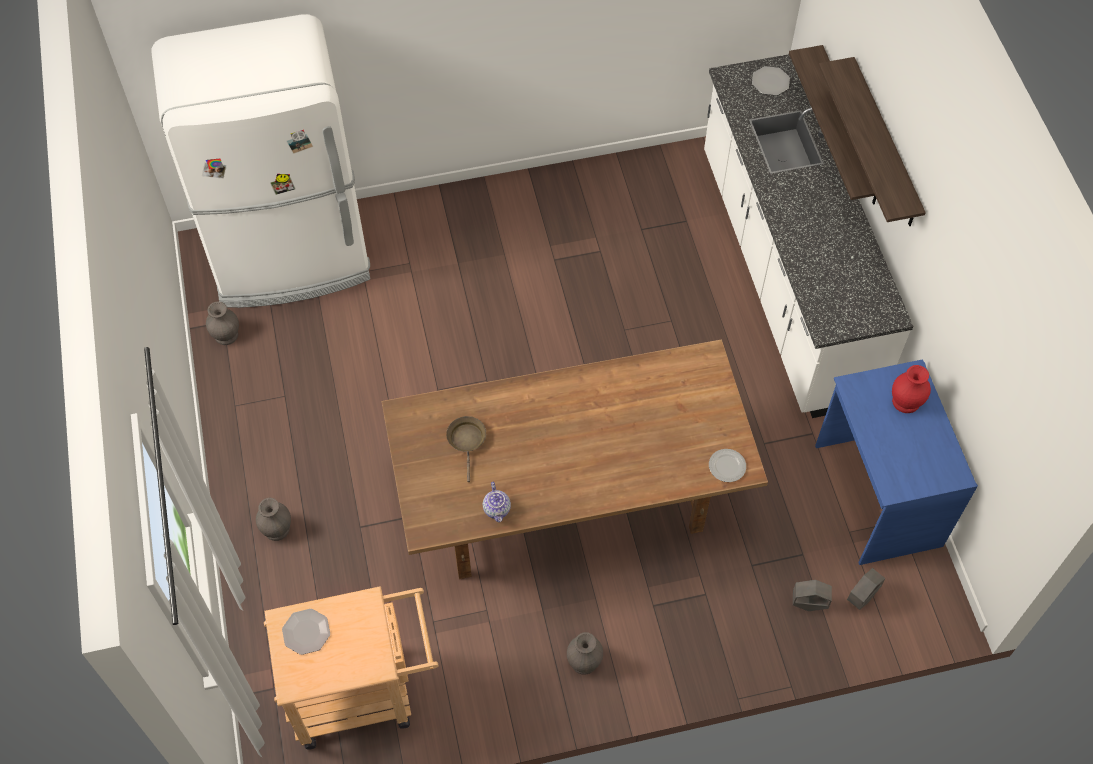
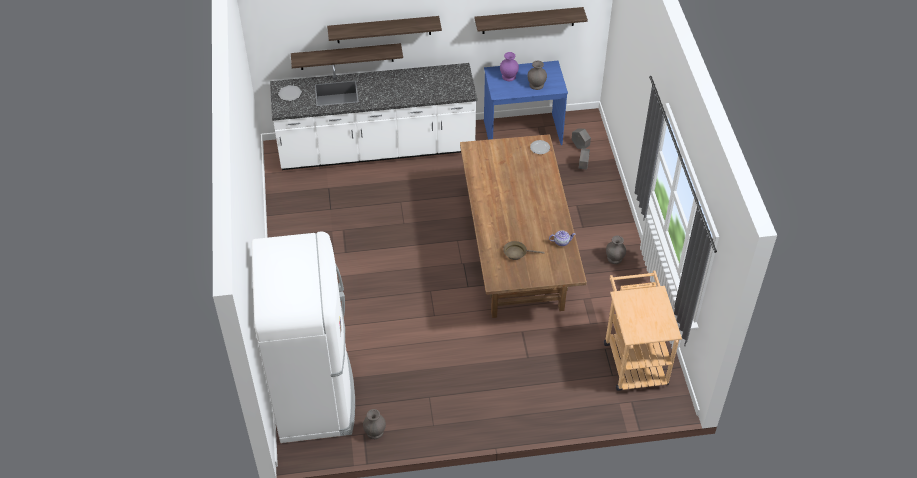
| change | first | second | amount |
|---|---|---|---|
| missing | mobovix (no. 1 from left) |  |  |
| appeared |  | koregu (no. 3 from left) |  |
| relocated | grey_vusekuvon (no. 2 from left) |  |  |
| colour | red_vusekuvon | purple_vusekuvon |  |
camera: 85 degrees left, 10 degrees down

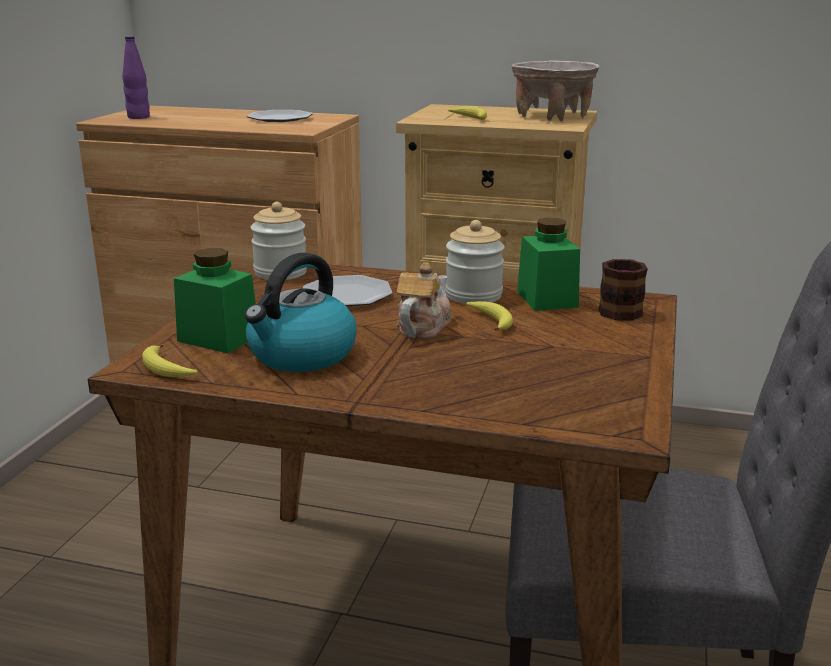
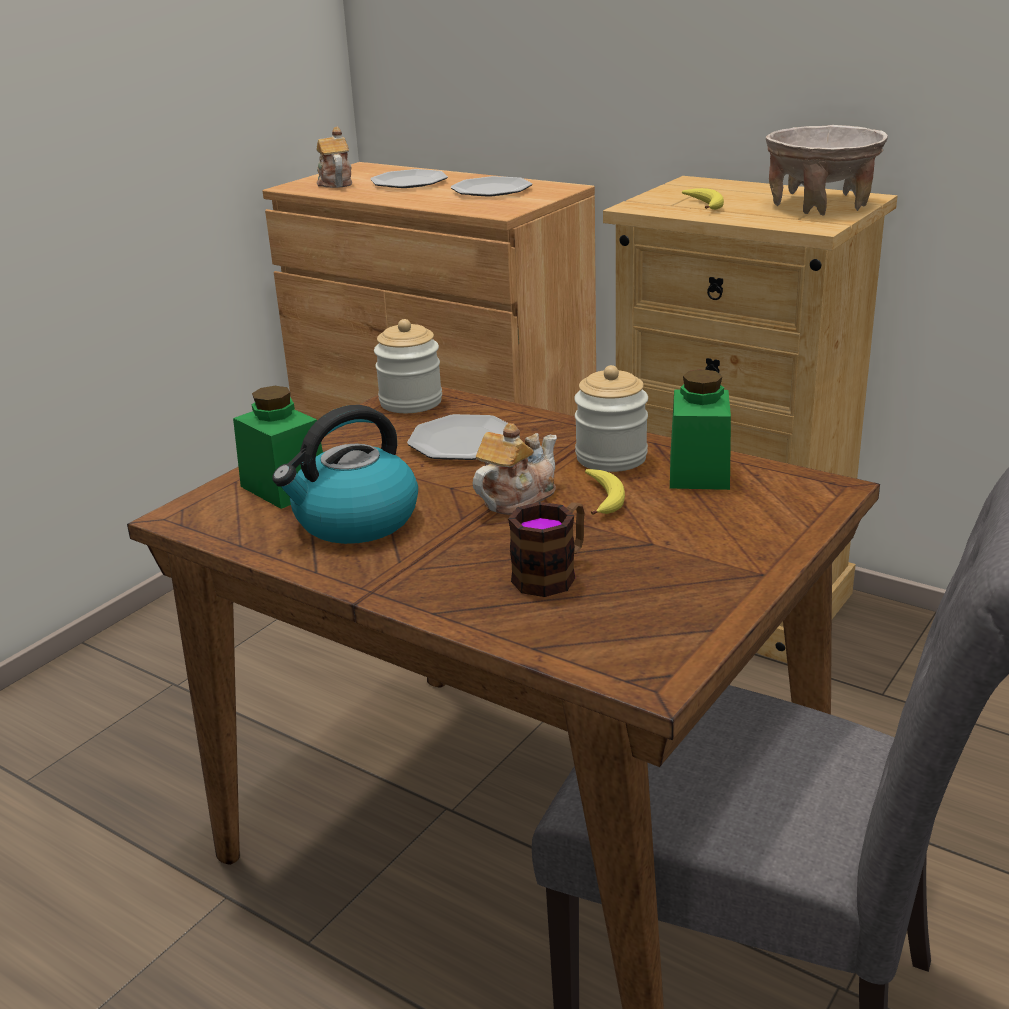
| change | first | second | amount |
|---|---|---|---|
| missing | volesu (no. 1 from left) |  |  |
| appeared |  | mobovix (no. 1 from left) |  |
| relocated | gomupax |  |  |
| exchanged | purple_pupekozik | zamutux (no. 1 from left) |  |
camera: 20 degrees right, 5 degrees up

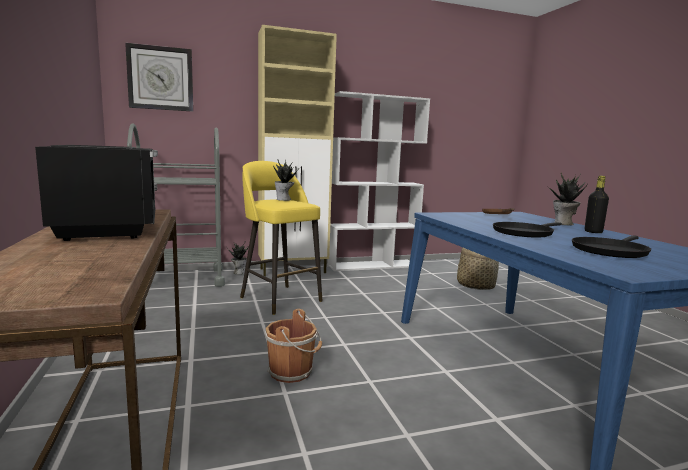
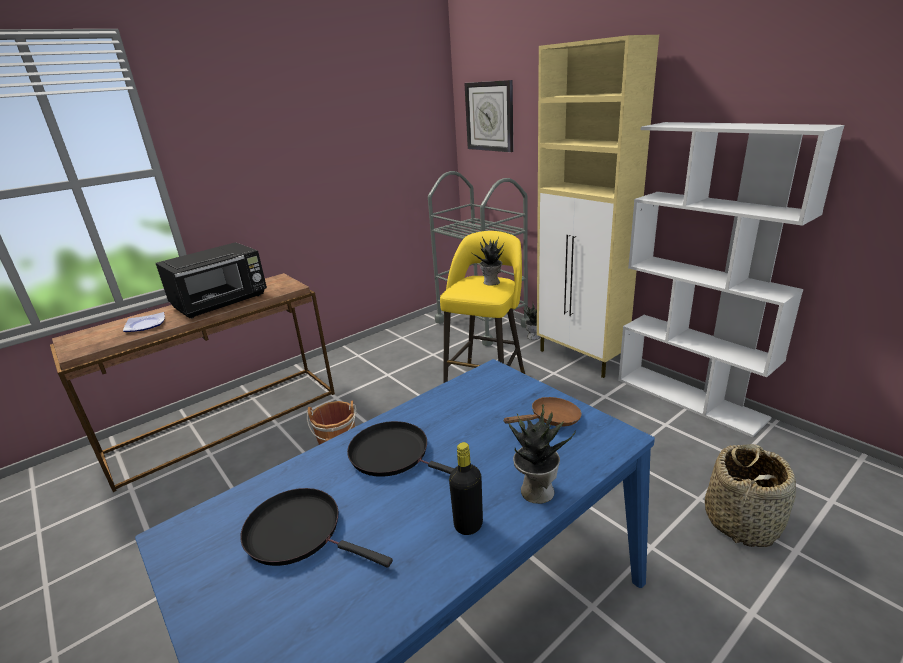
| change | first | second | amount |
|---|---|---|---|
| appeared |  | mobovix |  |
camera: 70 degrees right, 15 degrees up

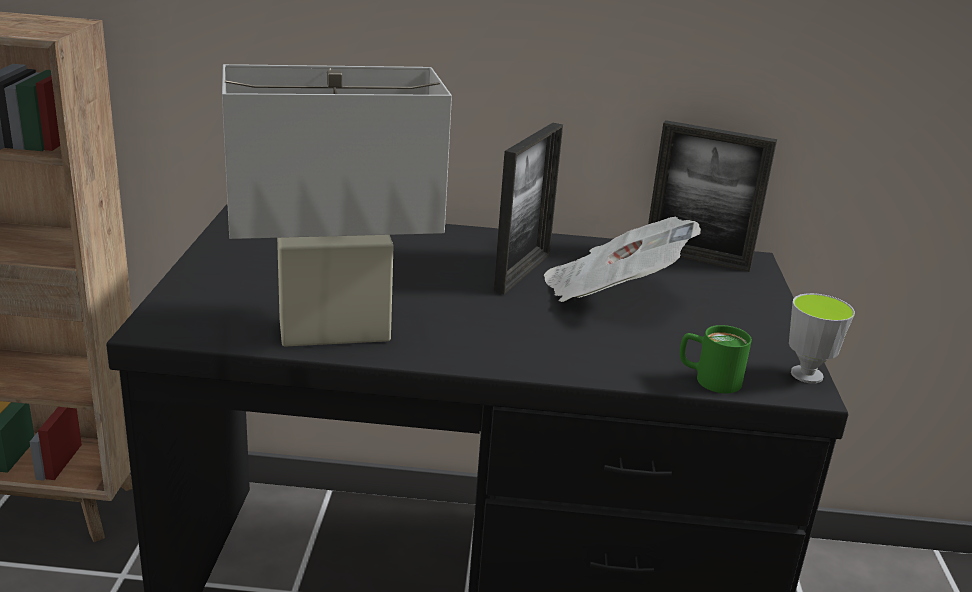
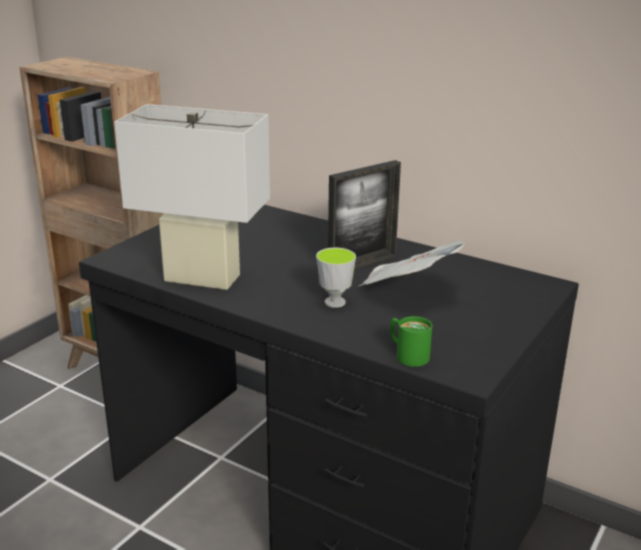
| change | first | second | amount |
|---|---|---|---|
| missing | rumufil (no. 2 from left) |  |  |
| relocated | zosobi |  |  |
camera: 30 degrees right, 0 degrees up

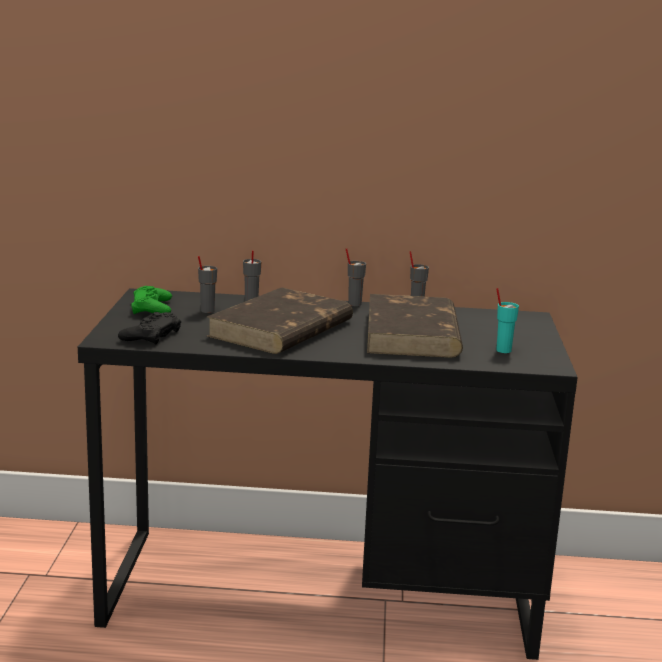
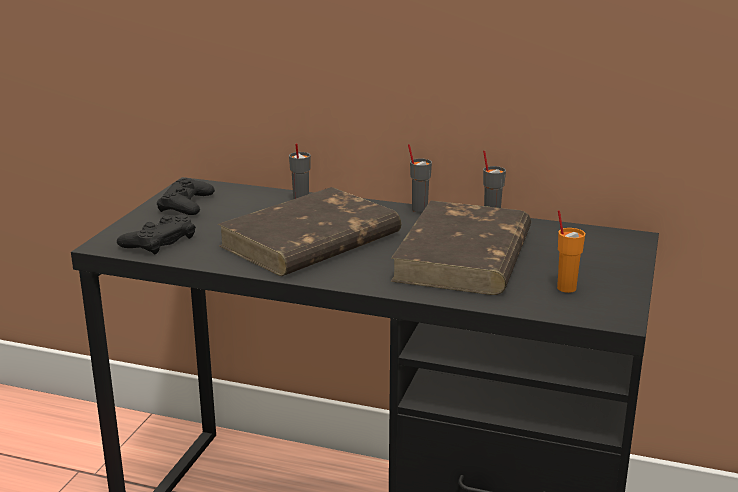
| change | first | second | amount |
|---|---|---|---|
| missing | grey_zosobi (no. 1 from left) |  |  |
| colour | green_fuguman | black_fuguman (no. 2 from left) |  |
| colour | turquoise_zosobi | orange_zosobi |  |
camera: 15 degrees right, 5 degrees up

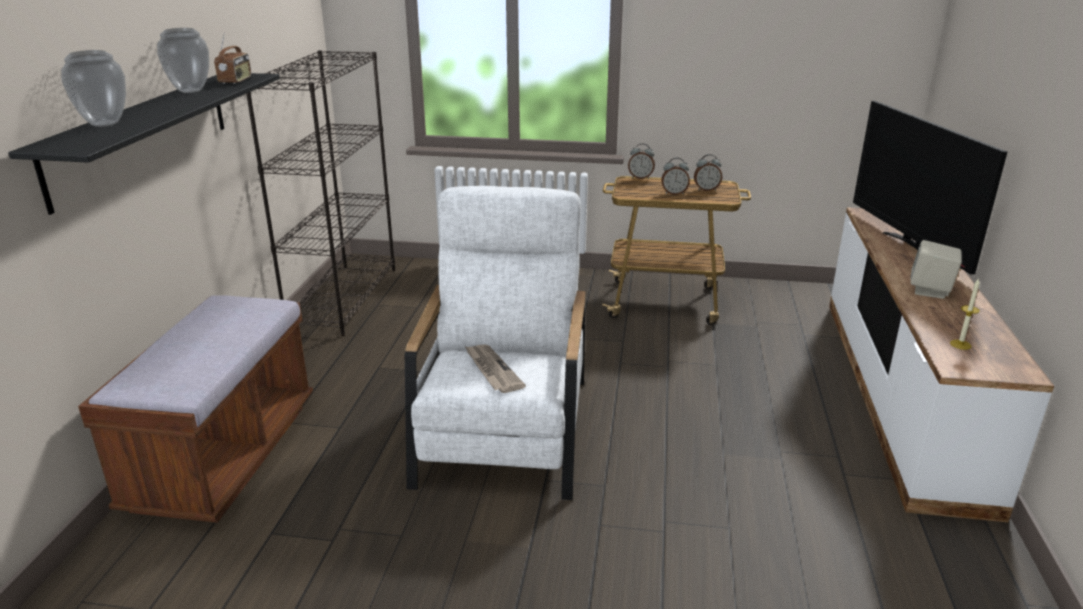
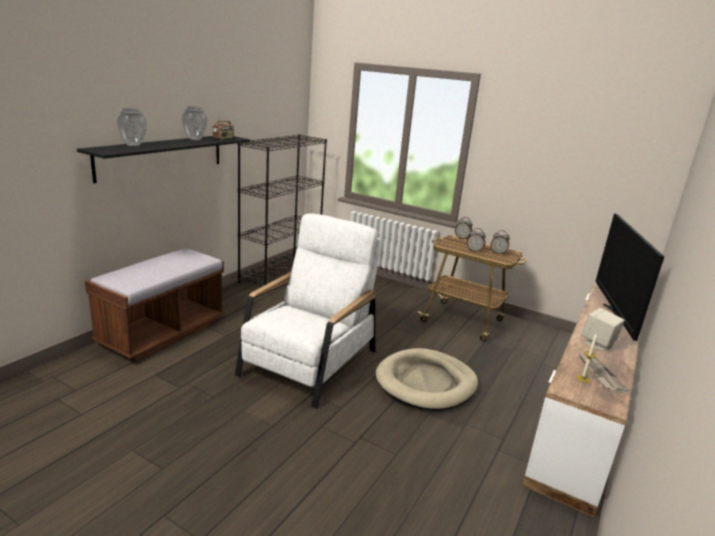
| change | first | second | amount |
|---|---|---|---|
| appeared |  | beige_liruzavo |  |
| relocated | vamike |  |  |
camera: 20 degrees right, 5 degrees down

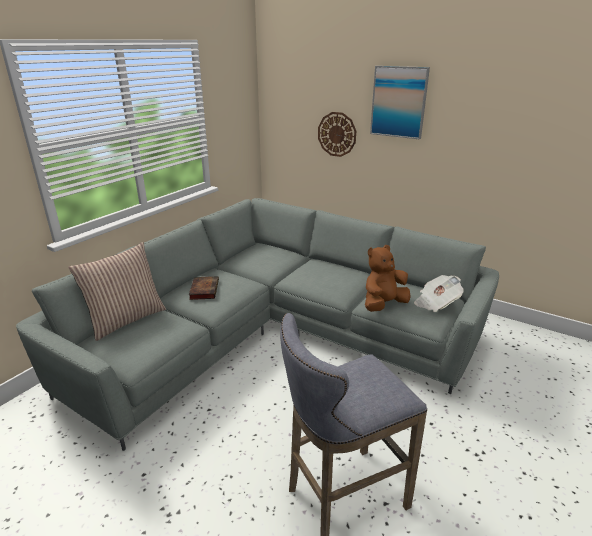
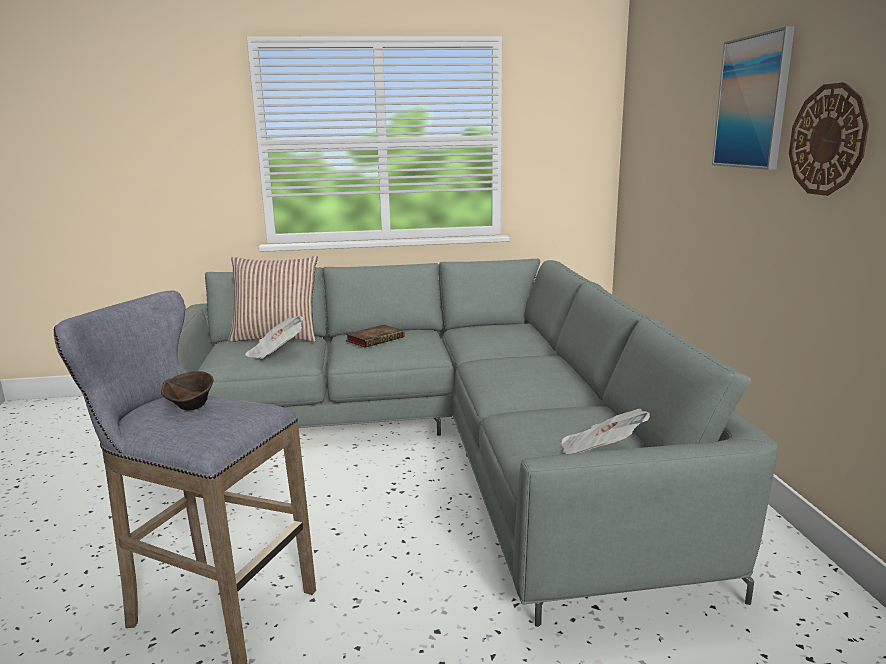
| change | first | second | amount |
|---|---|---|---|
| missing | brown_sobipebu |  |  |
| appeared |  | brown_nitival |  |
| appeared |  | vamike (no. 1 from left) |  |
| relocated | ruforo |  |  |
camera: 50 degrees right, 10 degrees down

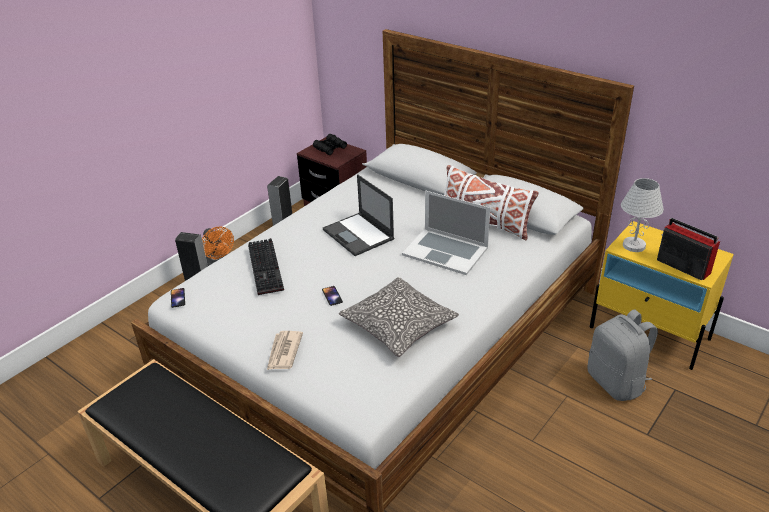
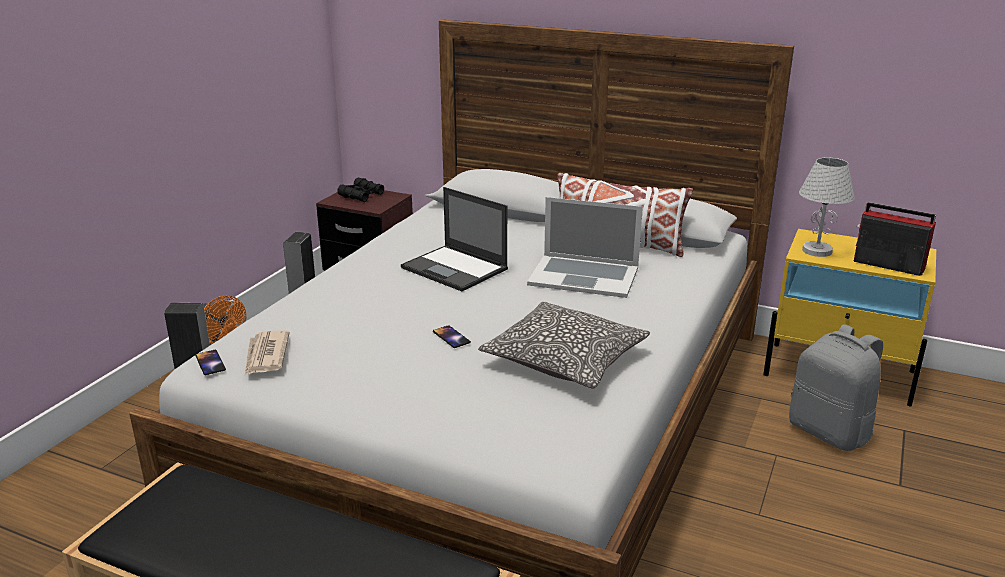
| change | first | second | amount |
|---|---|---|---|
| missing | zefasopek |  |  |
| relocated | vamike |  |  |
camera: 15 degrees left, 10 degrees down

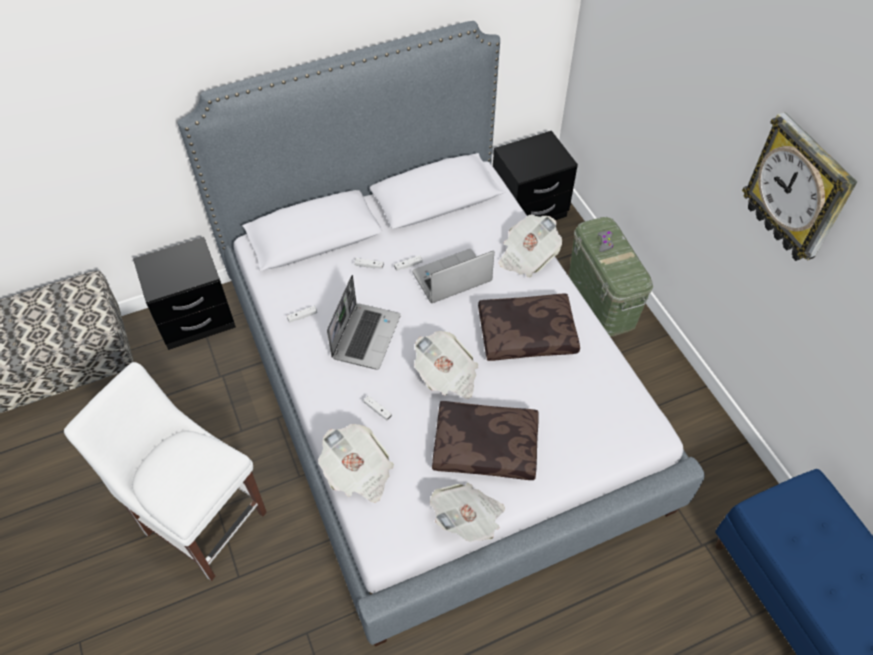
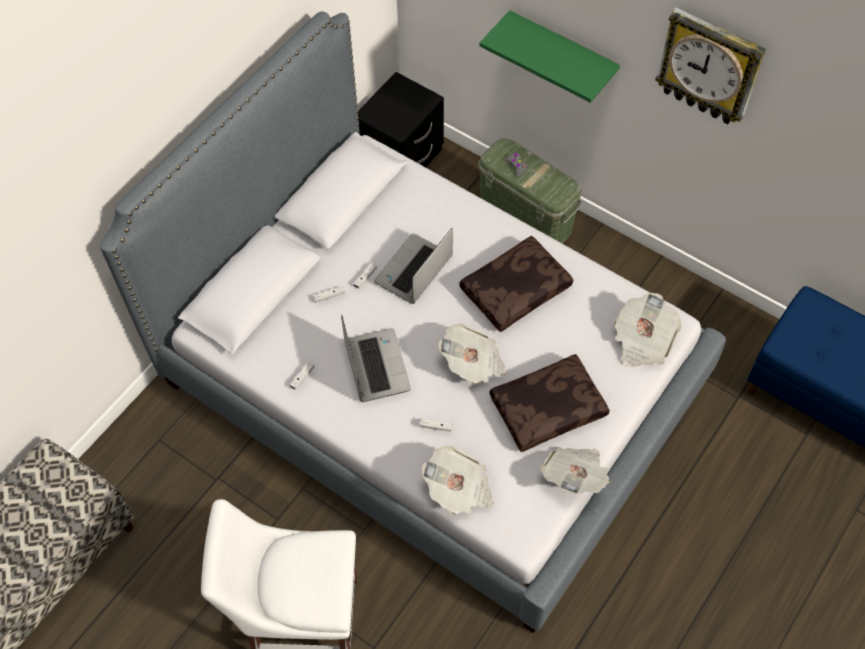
| change | first | second | amount |
|---|---|---|---|
| missing | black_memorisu (no. 1 from left) |  |  |
| appeared |  | green_koregu |  |
| relocated | vamike (no. 4 from left) |  |  |
camera: 30 degrees left, 5 degrees up

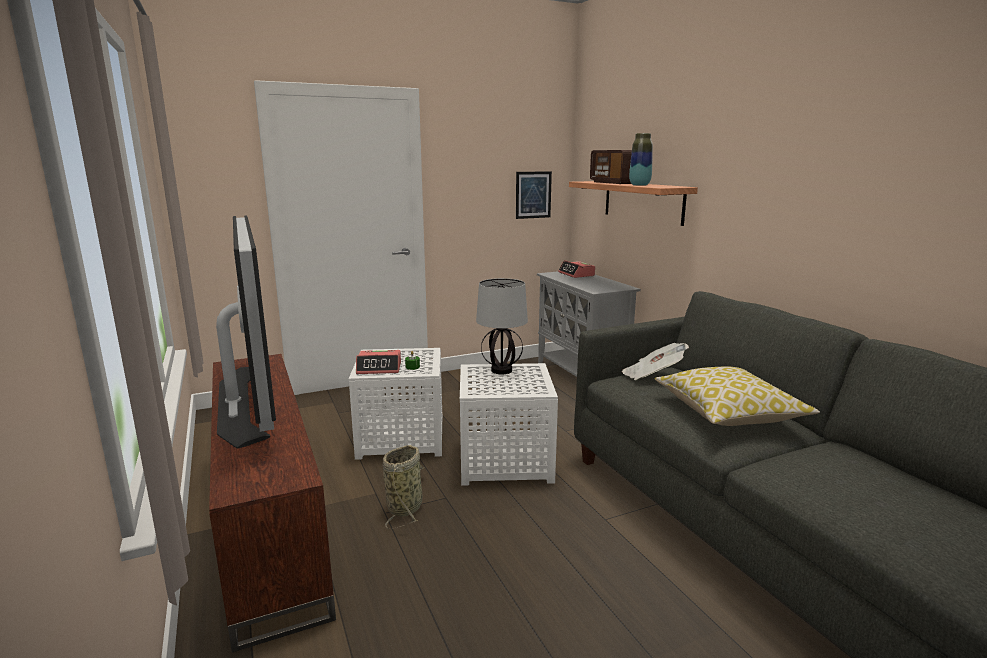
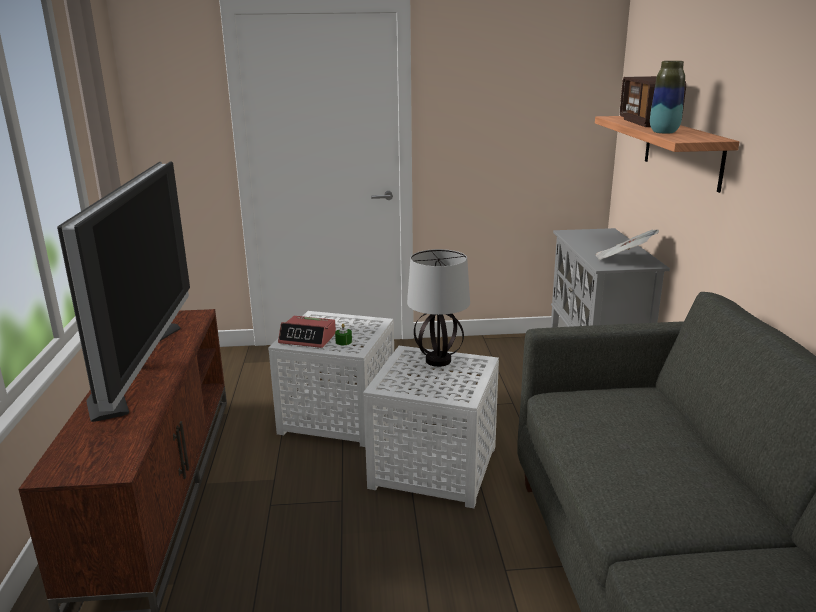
| change | first | second | amount |
|---|---|---|---|
| missing | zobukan |  |  |
| missing | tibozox |  |  |
| missing | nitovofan (no. 2 from left) |  |  |
| missing | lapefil |  |  |
| relocated | vamike |  |  |
camera: 20 degrees right, 5 degrees up

